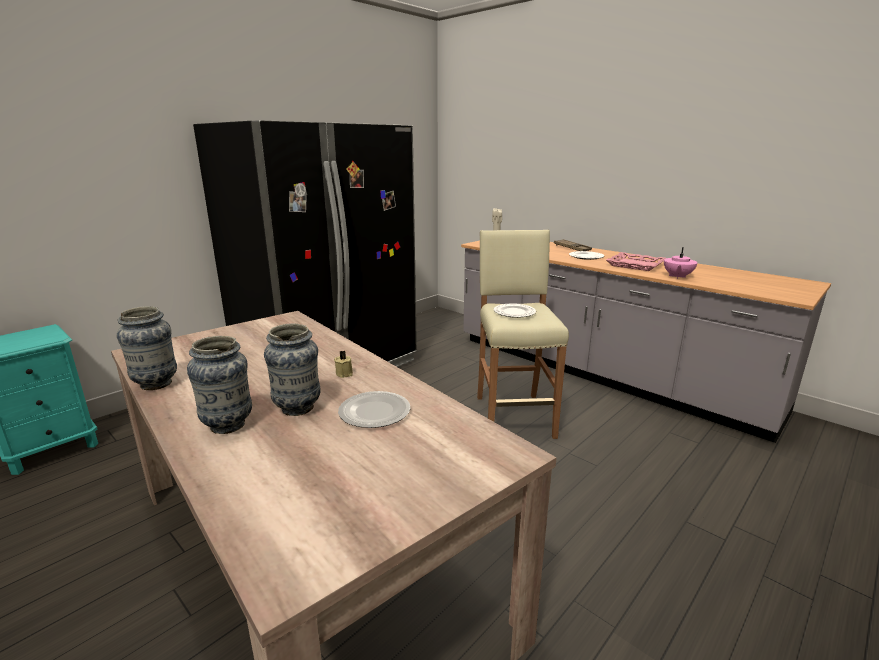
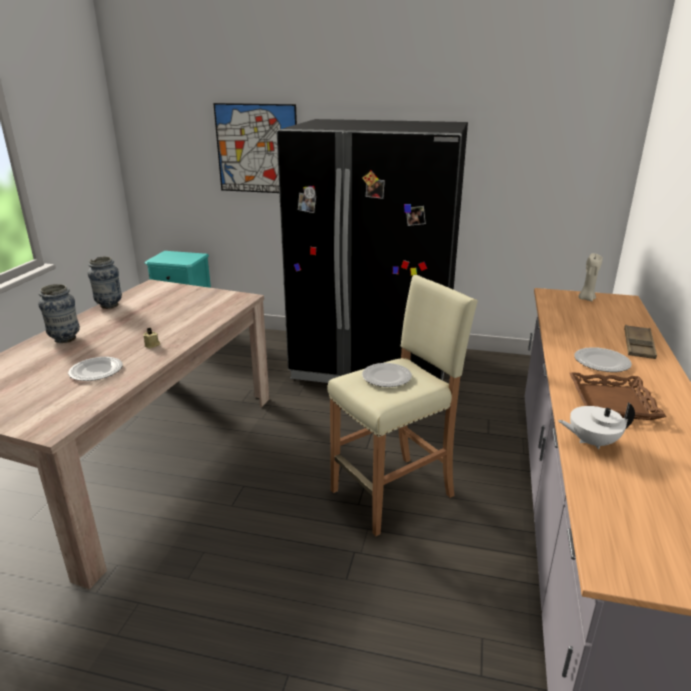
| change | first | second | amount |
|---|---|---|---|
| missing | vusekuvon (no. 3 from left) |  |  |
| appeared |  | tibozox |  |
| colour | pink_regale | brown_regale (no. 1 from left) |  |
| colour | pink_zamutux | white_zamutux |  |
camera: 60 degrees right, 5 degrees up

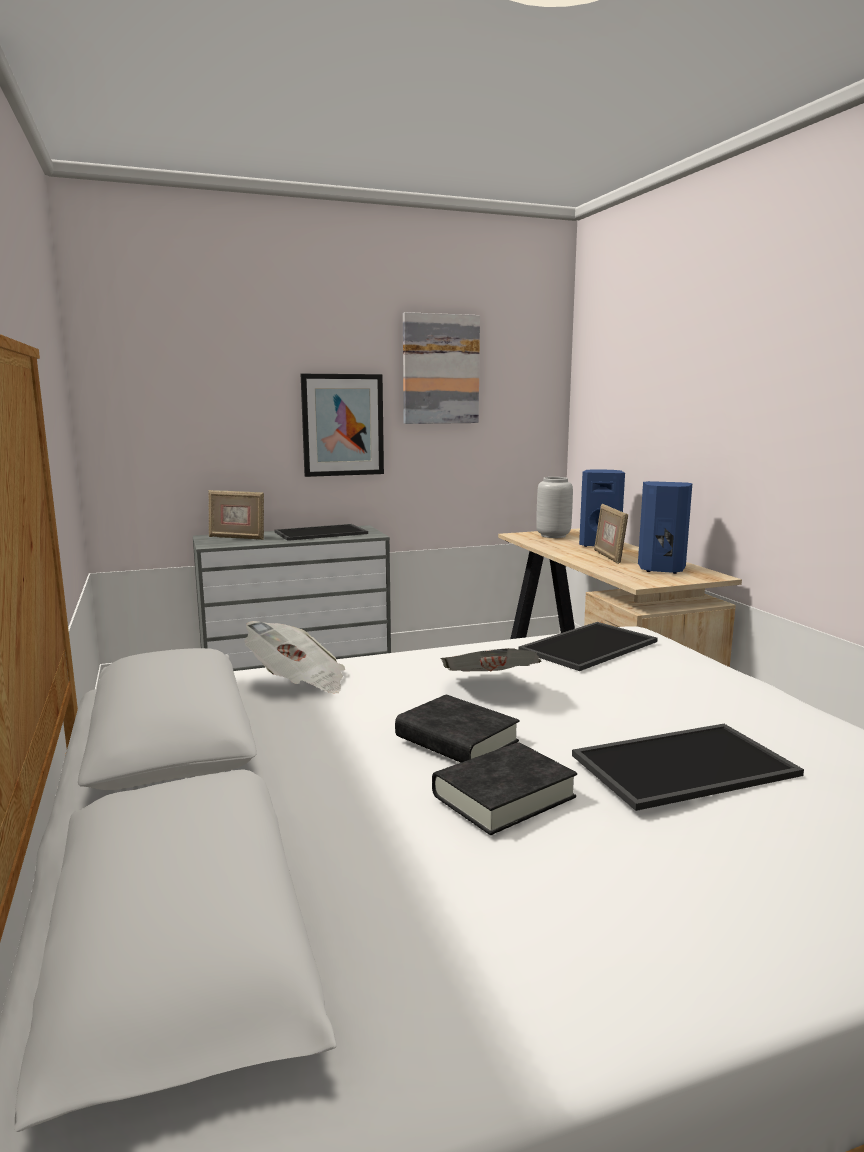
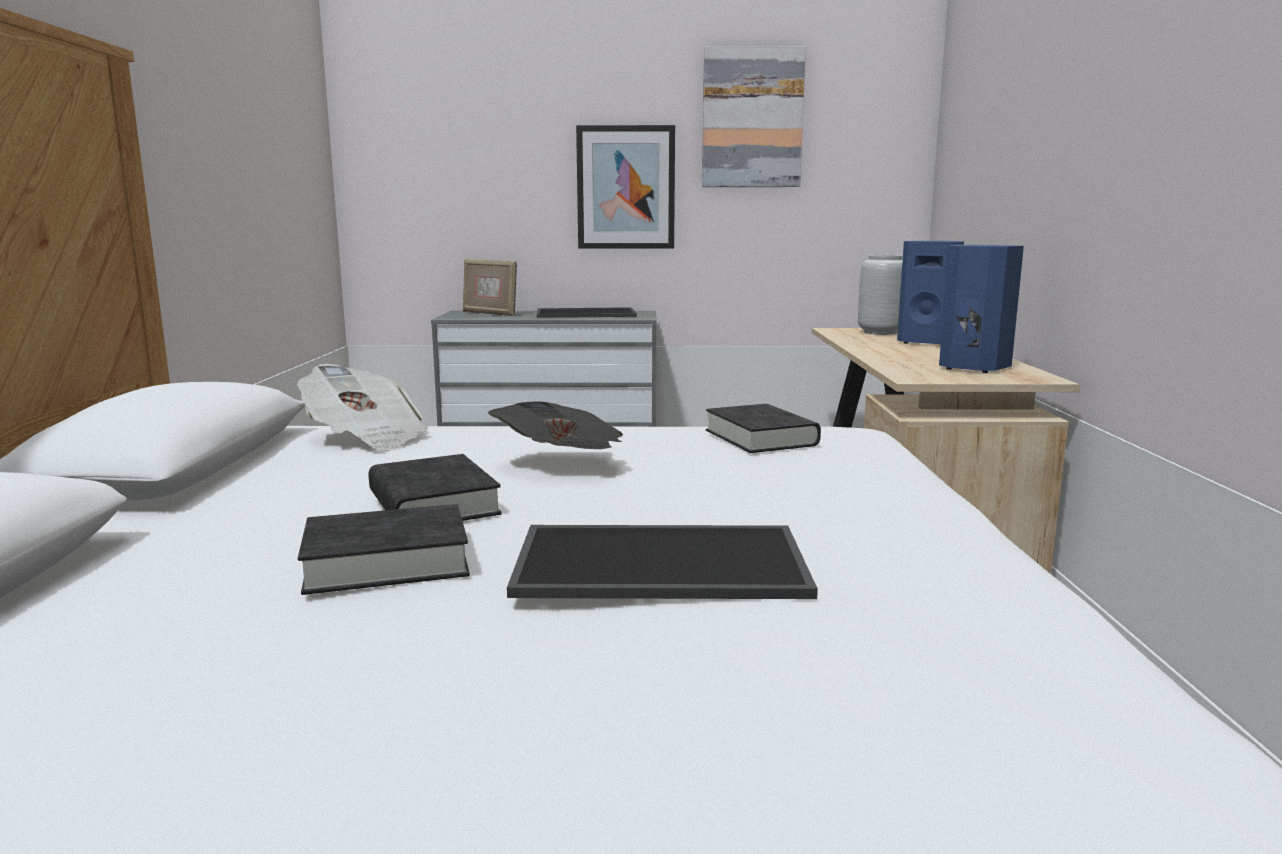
| change | first | second | amount |
|---|---|---|---|
| missing | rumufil (no. 2 from left) |  |  |
| exchanged | regale (no. 2 from left) | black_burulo (no. 3 from left) |  |
camera: 20 degrees right, 0 degrees up

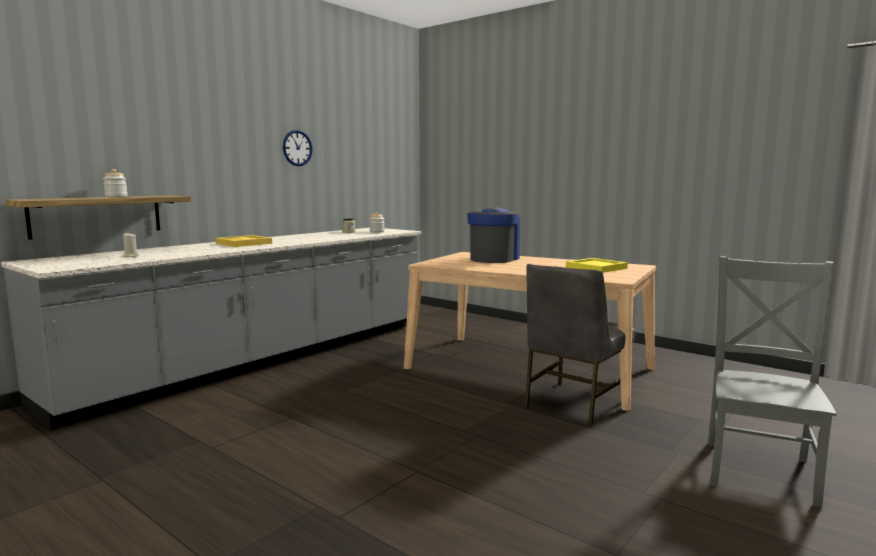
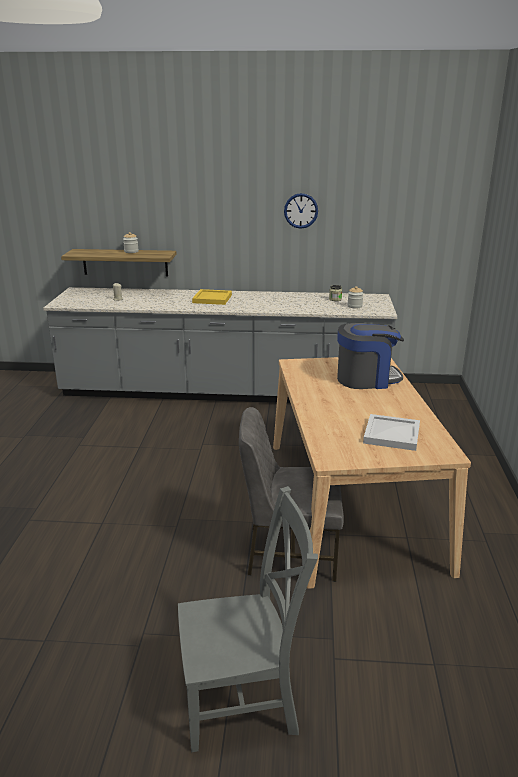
| change | first | second | amount |
|---|---|---|---|
| colour | yellow_regale (no. 2 from left) | white_regale |  |
camera: 55 degrees right, 15 degrees up

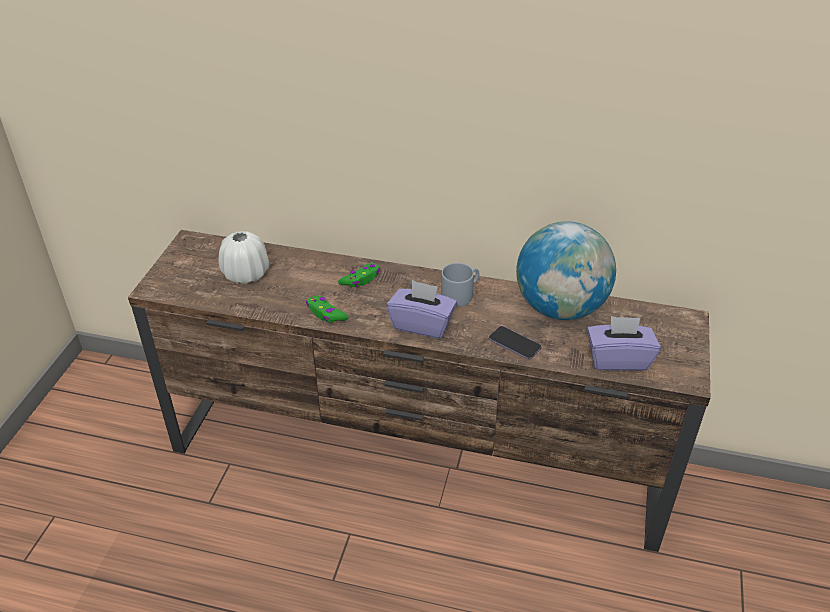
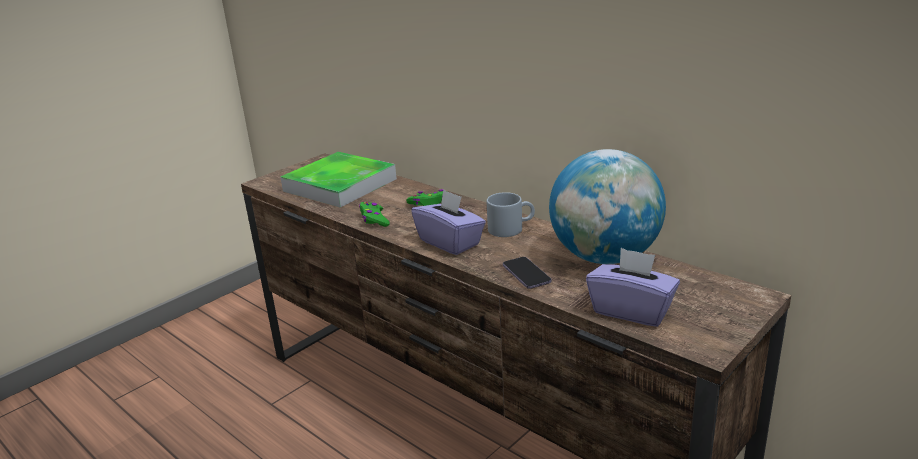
| change | first | second | amount |
|---|---|---|---|
| exchanged | white_vusekuvon | regale |  |
camera: 30 degrees right, 15 degrees down

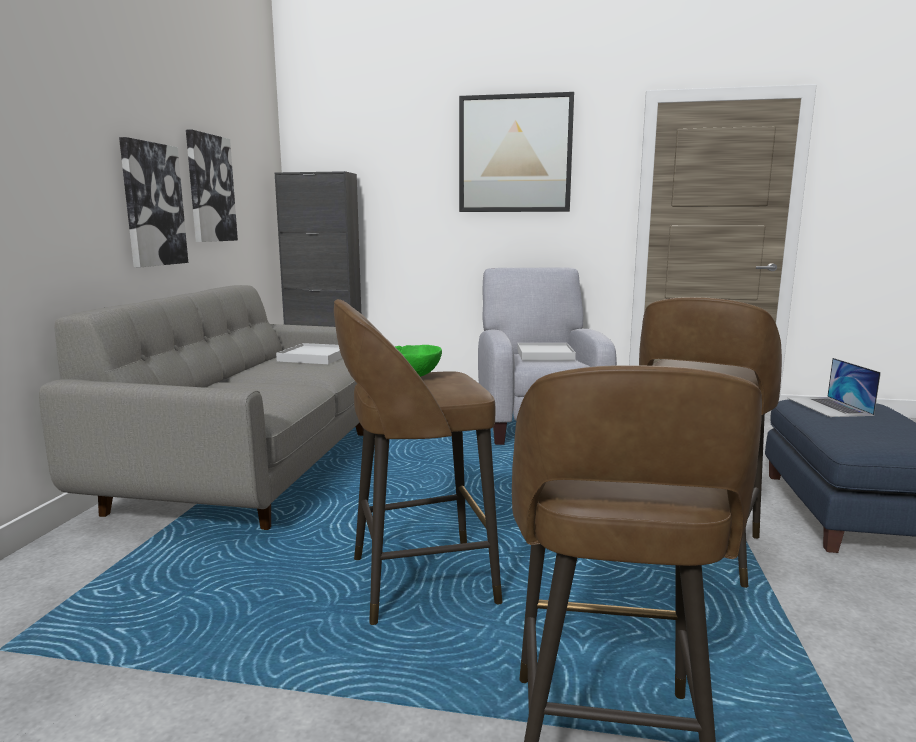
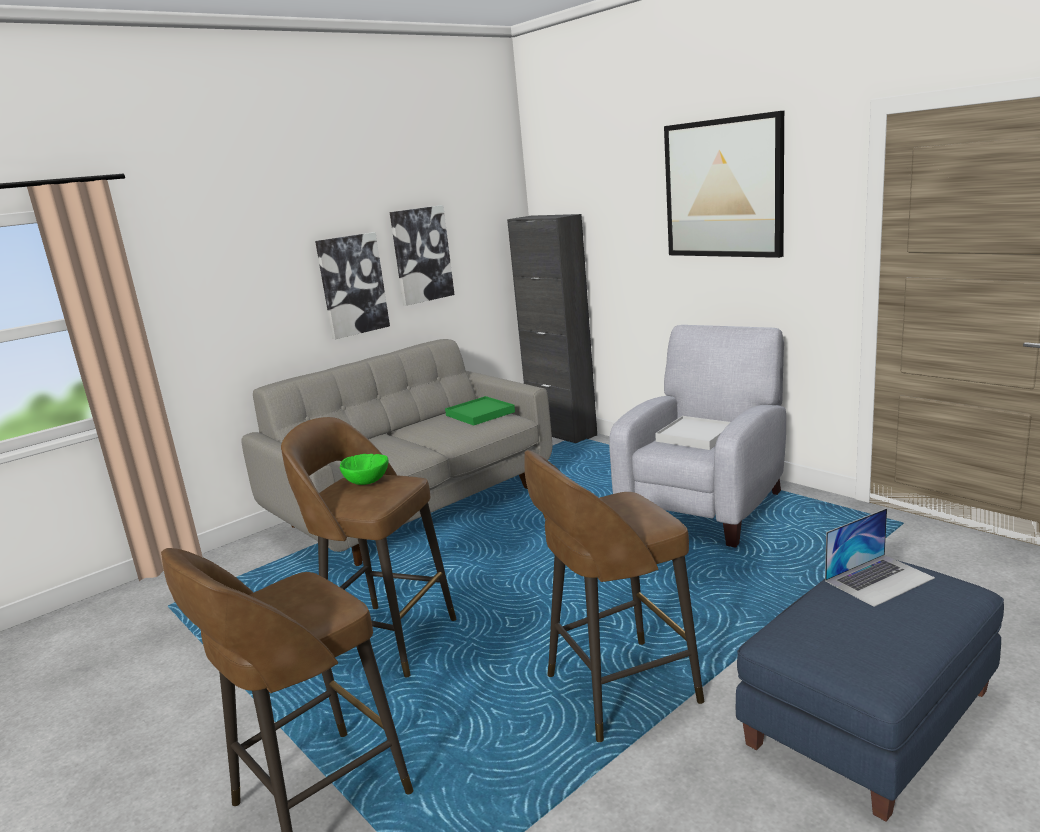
| change | first | second | amount |
|---|---|---|---|
| colour | white_regale (no. 1 from left) | green_regale |  |
| spun | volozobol |  | 150 degrees counterclockwise |
camera: 40 degrees right, 5 degrees up

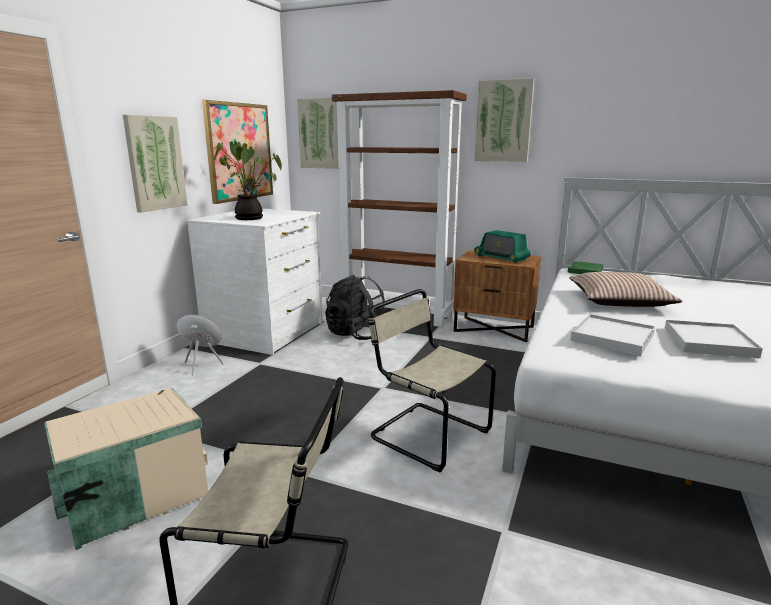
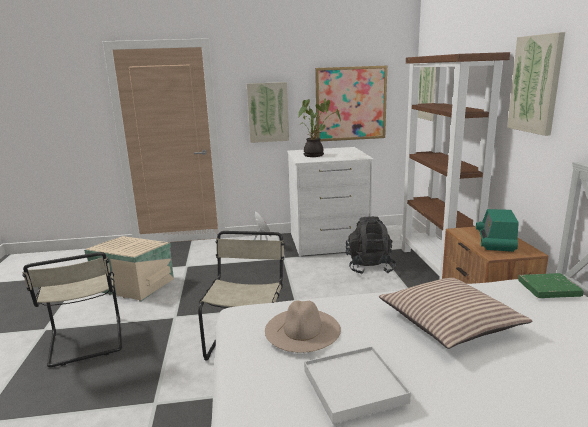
| change | first | second | amount |
|---|---|---|---|
| exchanged | white_regale (no. 1 from left) | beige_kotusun |  |
camera: 60 degrees right, 0 degrees up

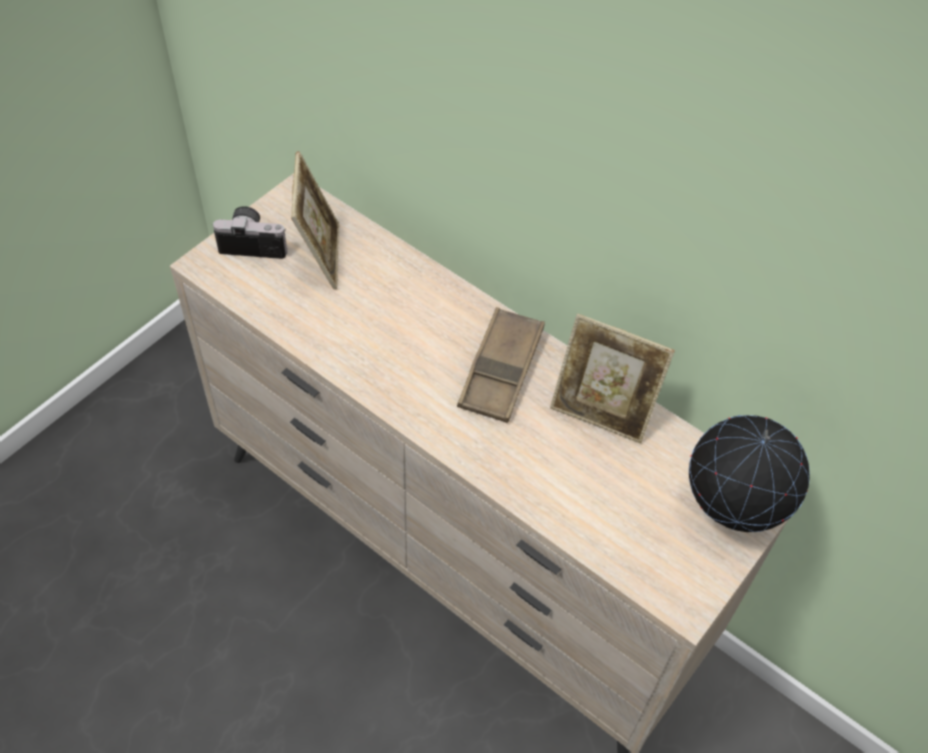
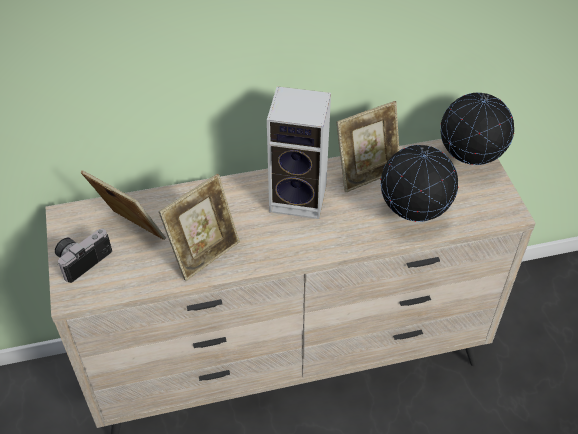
| change | first | second | amount |
|---|---|---|---|
| appeared |  | rumufil (no. 2 from left) |  |
| appeared |  | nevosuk (no. 1 from left) |  |
| exchanged | brown_regale | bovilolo |  |
camera: 50 degrees left, 5 degrees down

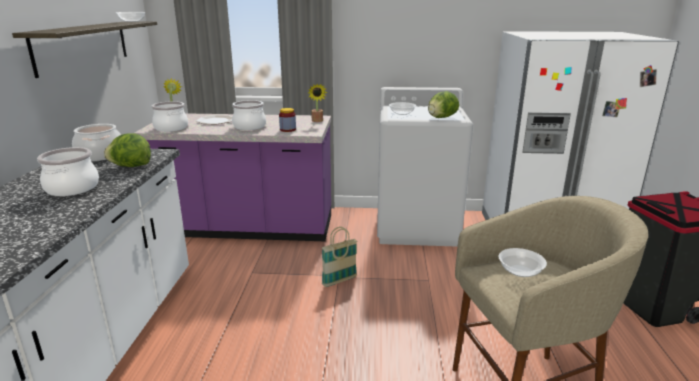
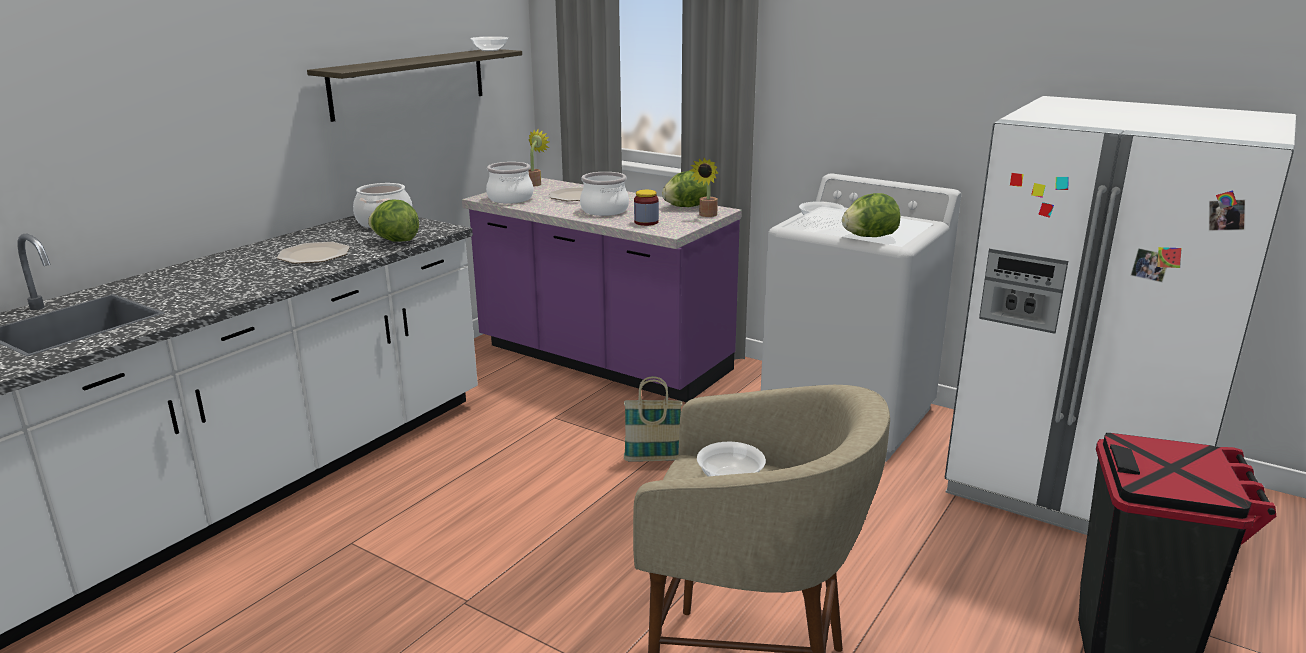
| change | first | second | amount |
|---|---|---|---|
| appeared |  | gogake (no. 2 from left) |  |
| exchanged | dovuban (no. 1 from left) | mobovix (no. 1 from left) |  |
camera: 30 degrees right, 0 degrees up

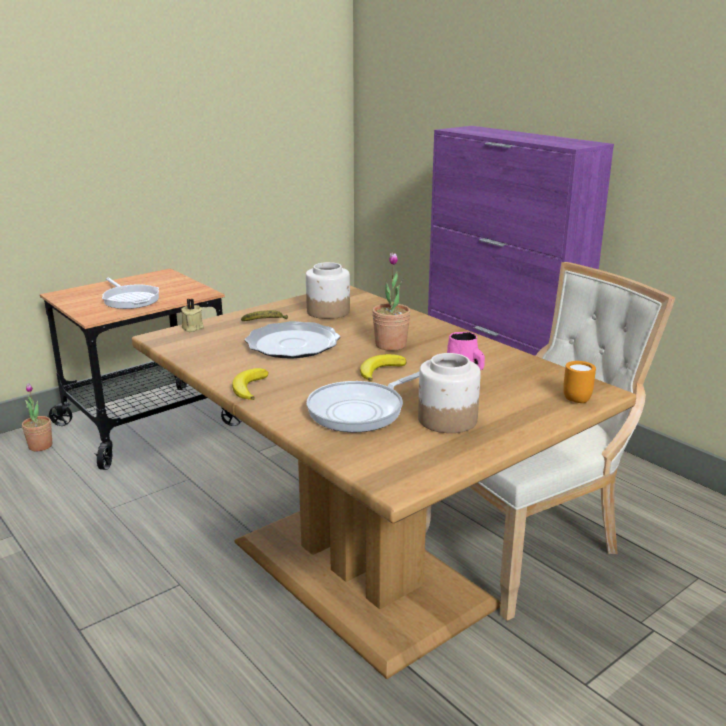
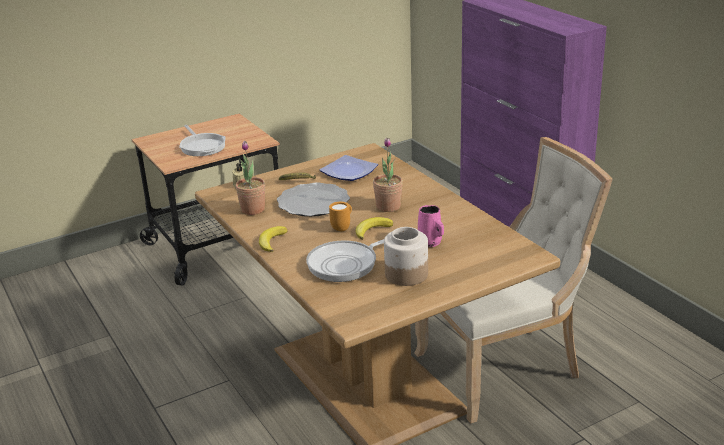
| change | first | second | amount |
|---|---|---|---|
| relocated | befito (no. 1 from left) |  |  |
| relocated | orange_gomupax |  |  |
| exchanged | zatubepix (no. 1 from left) | mobovix (no. 2 from left) |  |
camera: 10 degrees right, 5 degrees up

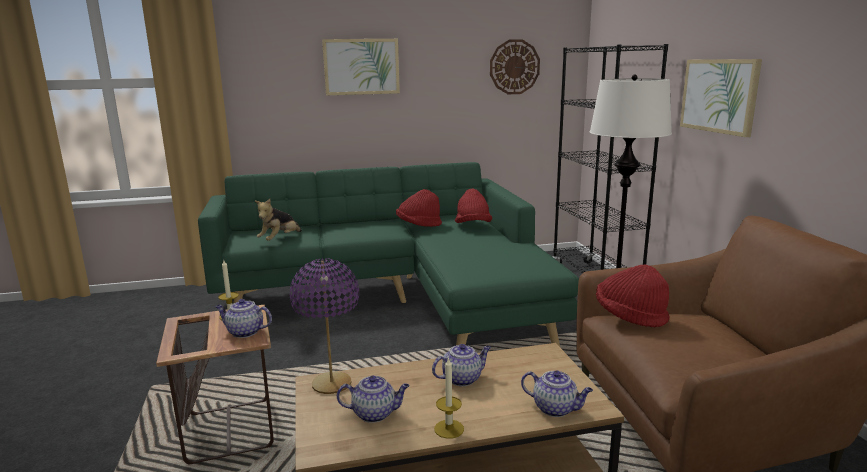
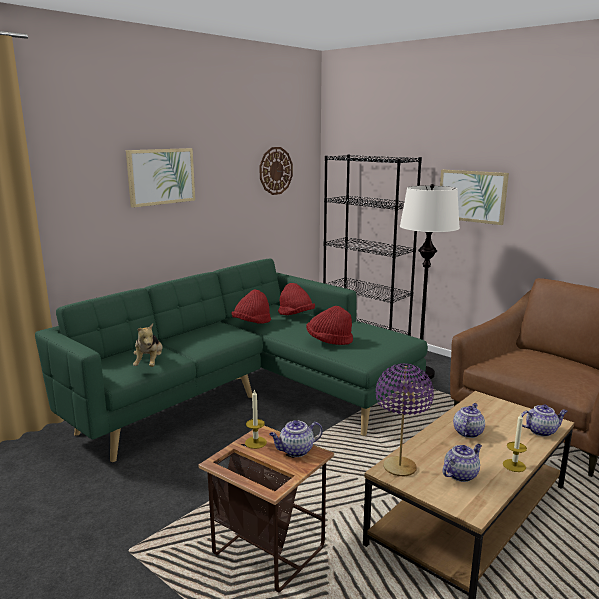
| change | first | second | amount |
|---|---|---|---|
| relocated | red_kotusun (no. 3 from left) |  |  |
camera: 35 degrees left, 0 degrees up

